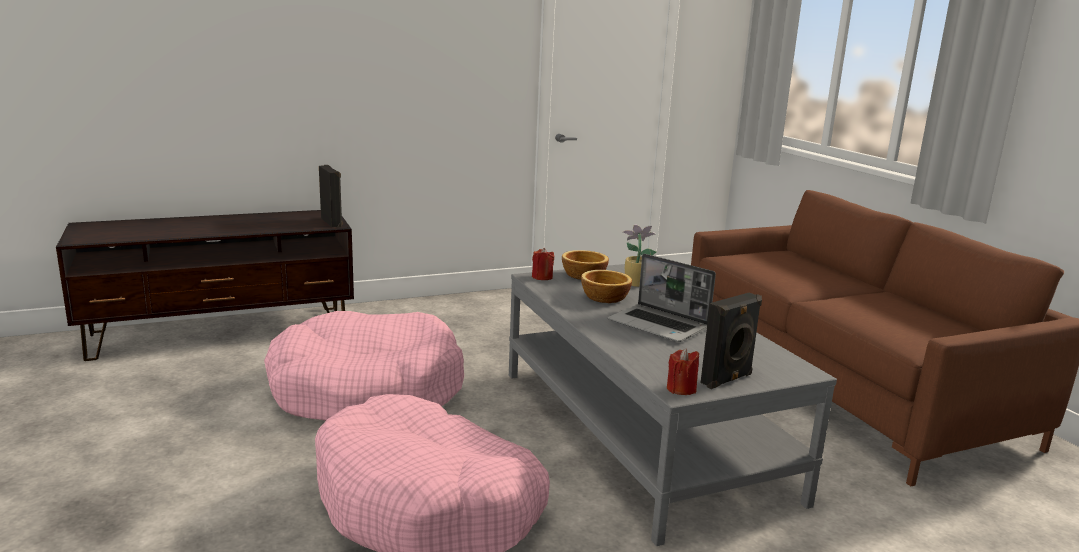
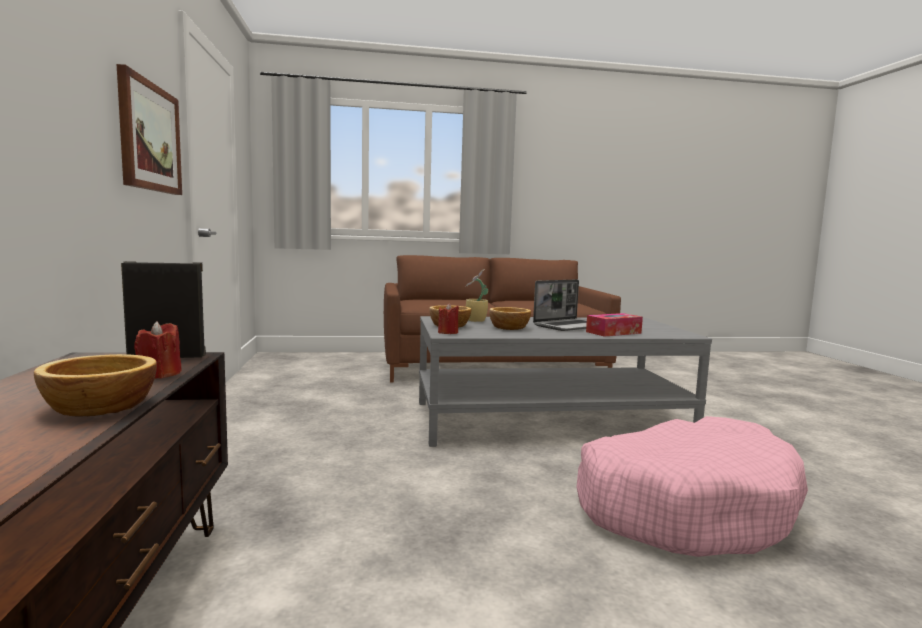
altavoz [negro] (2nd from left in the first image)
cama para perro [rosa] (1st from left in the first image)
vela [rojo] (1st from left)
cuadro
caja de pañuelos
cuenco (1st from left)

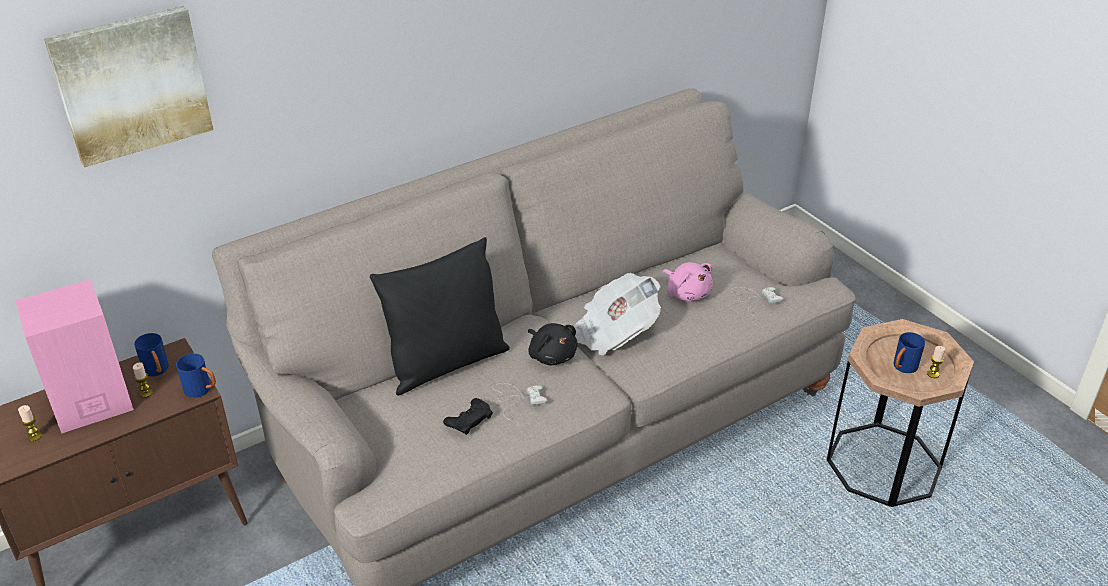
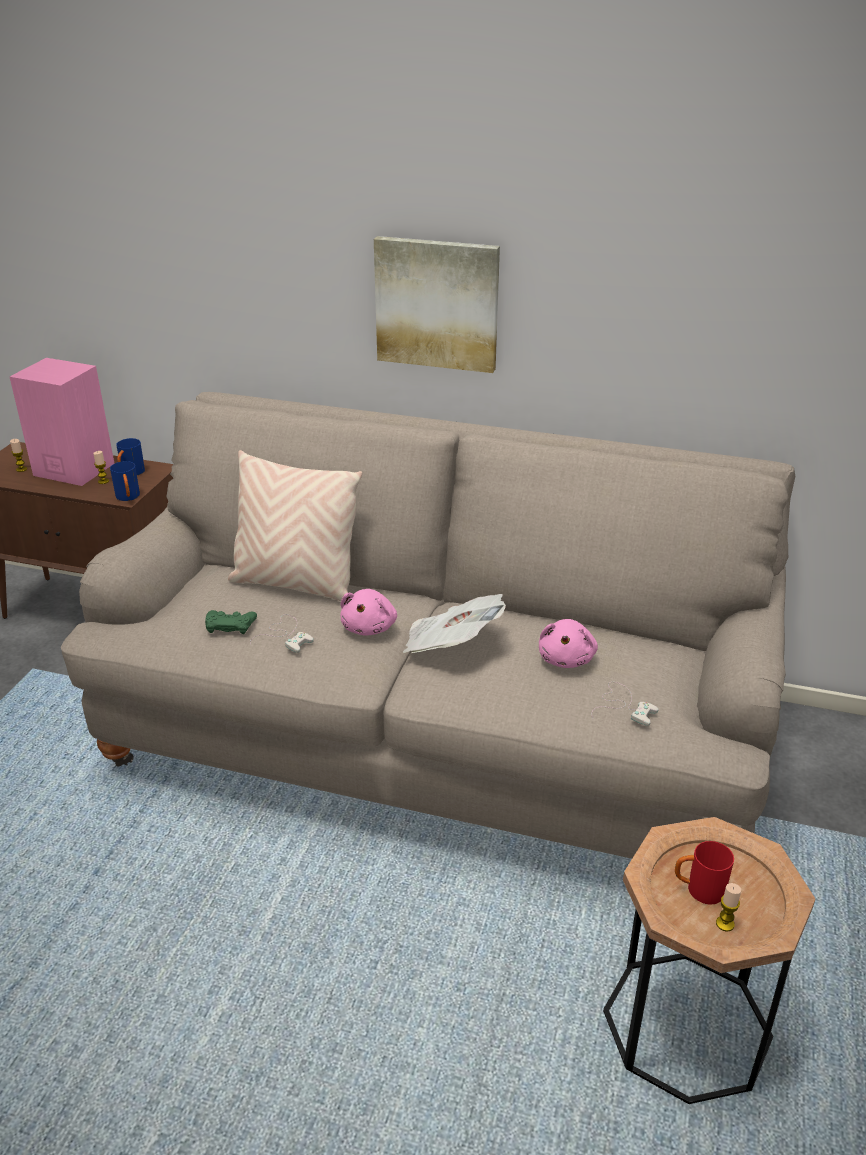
cuadro
cojín [beis]
peluche [rosa] (1st from left)
taza grande [rojo]
mando de consola [verde]

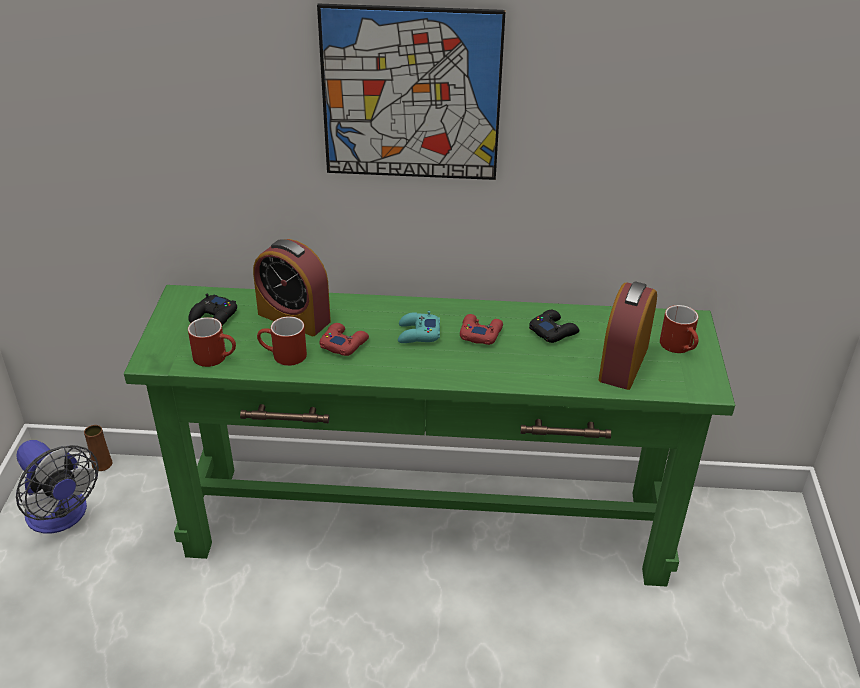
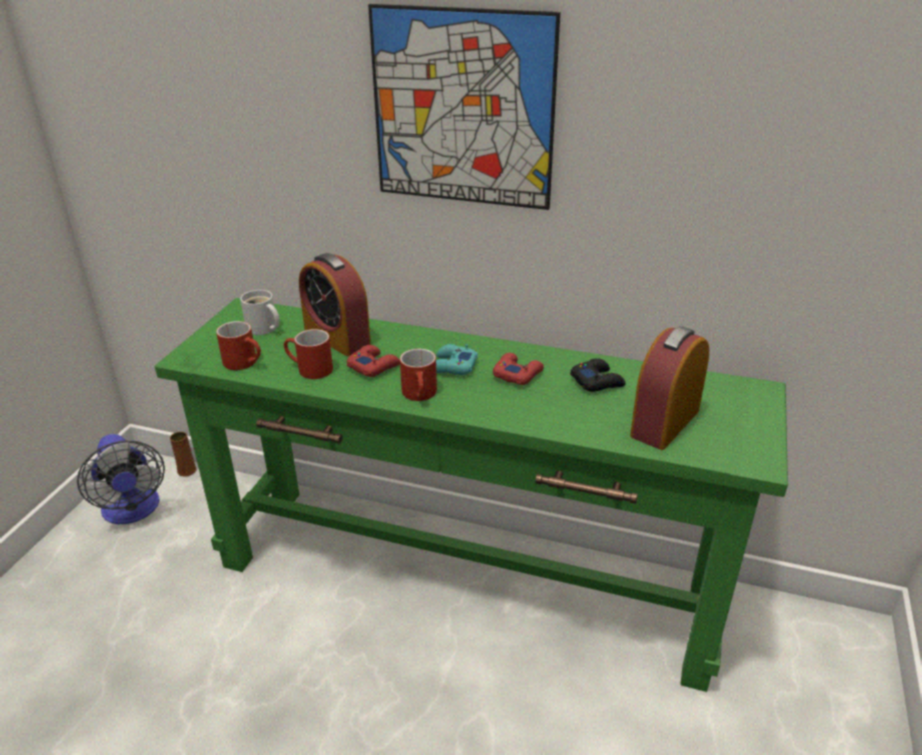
taza grande [blanco]
taza grande [rojo] (3rd from left)

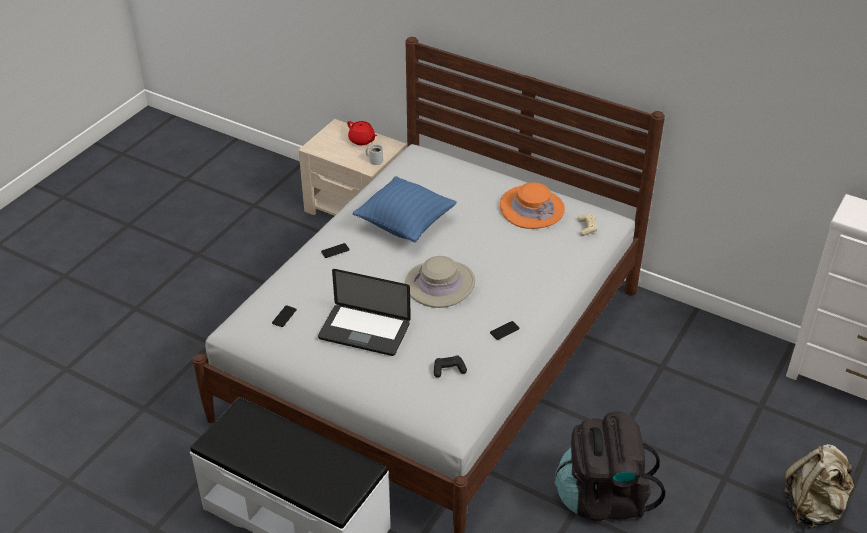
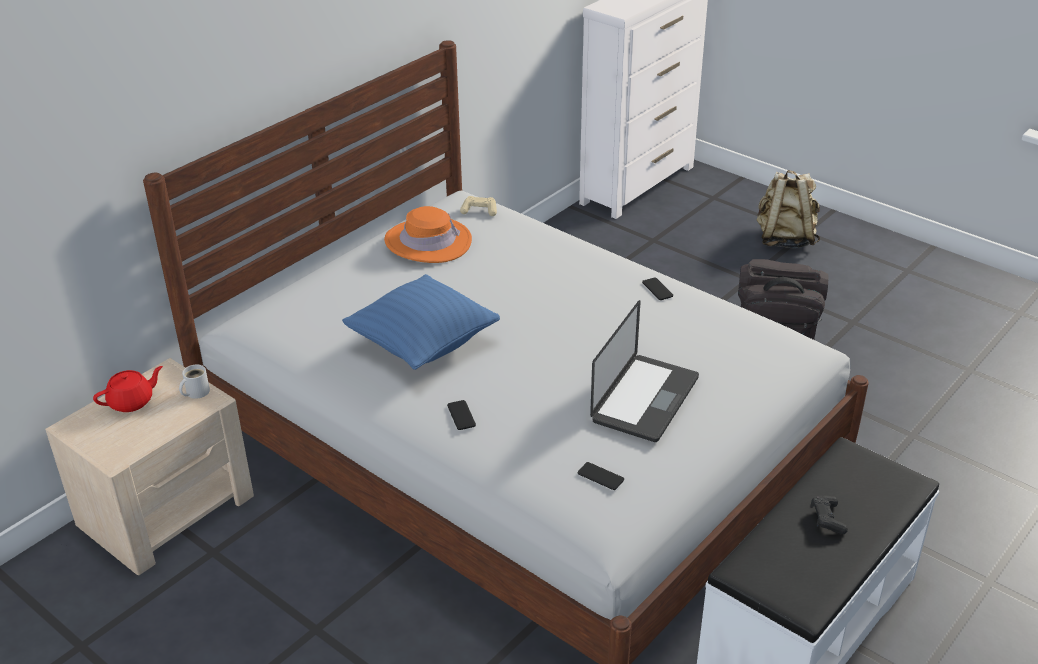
sombrero [beis]
mando de consola [negro]

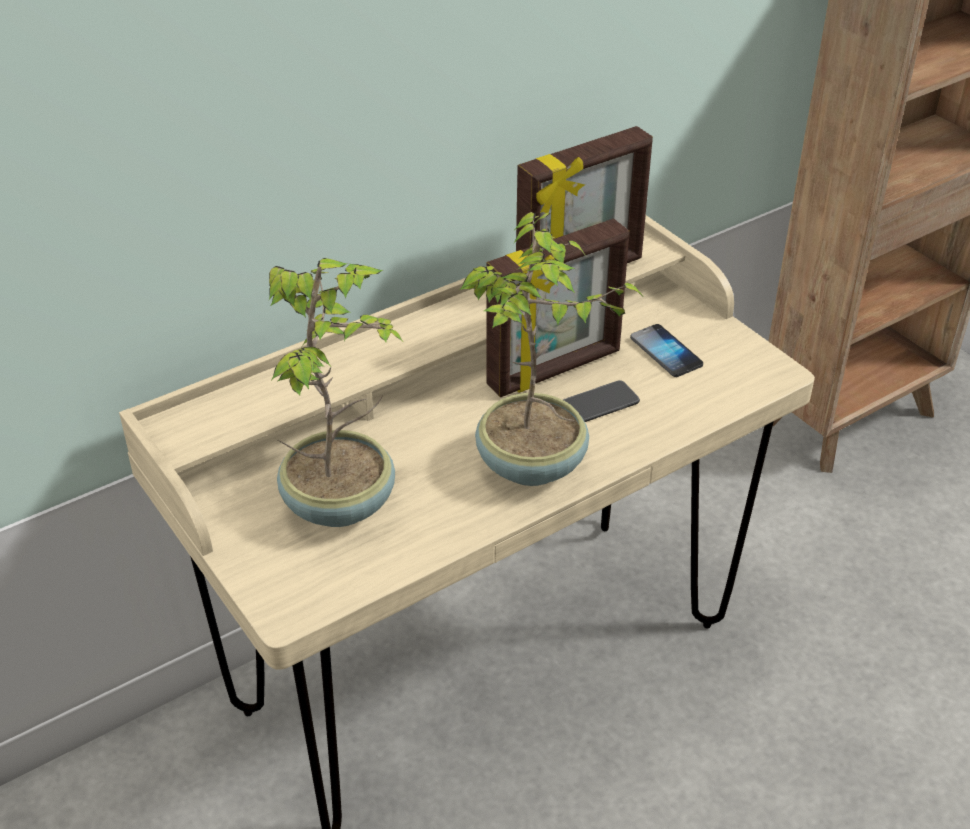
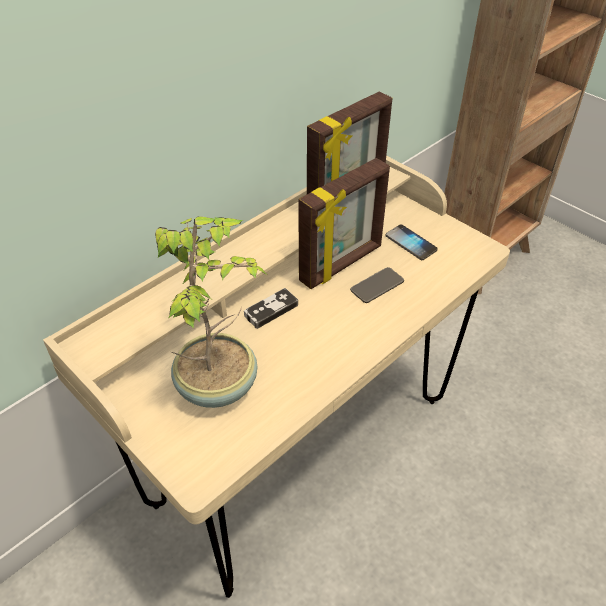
planta en maceta (2nd from left in the first image)
mando de consola

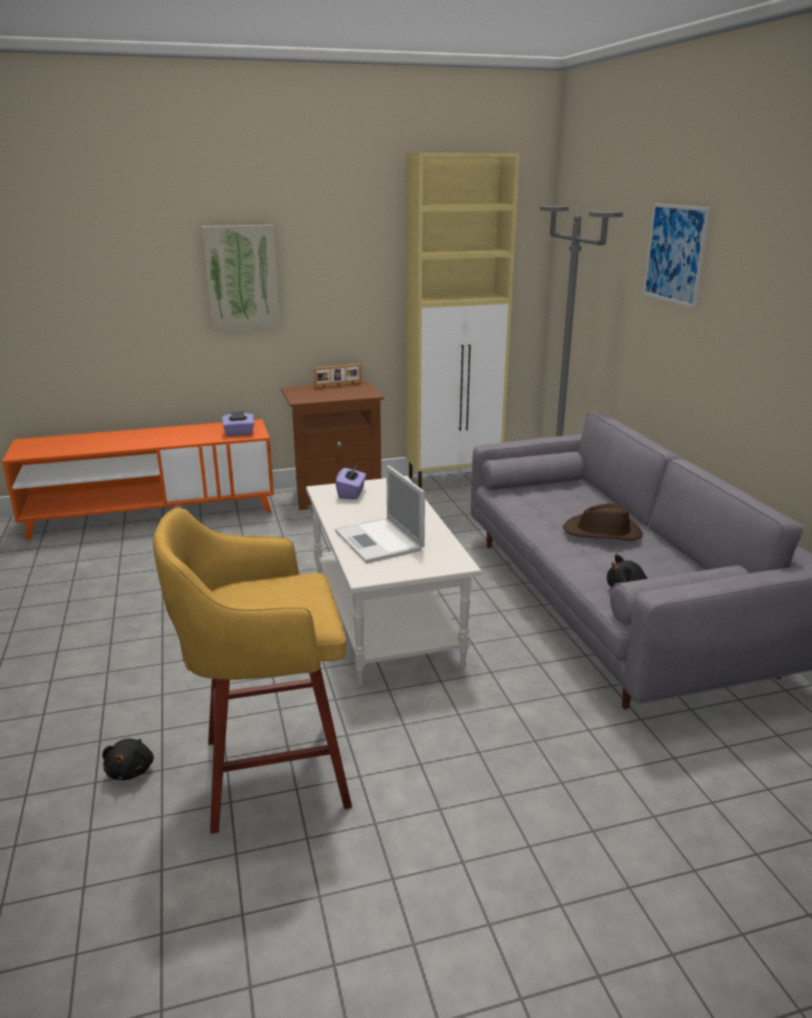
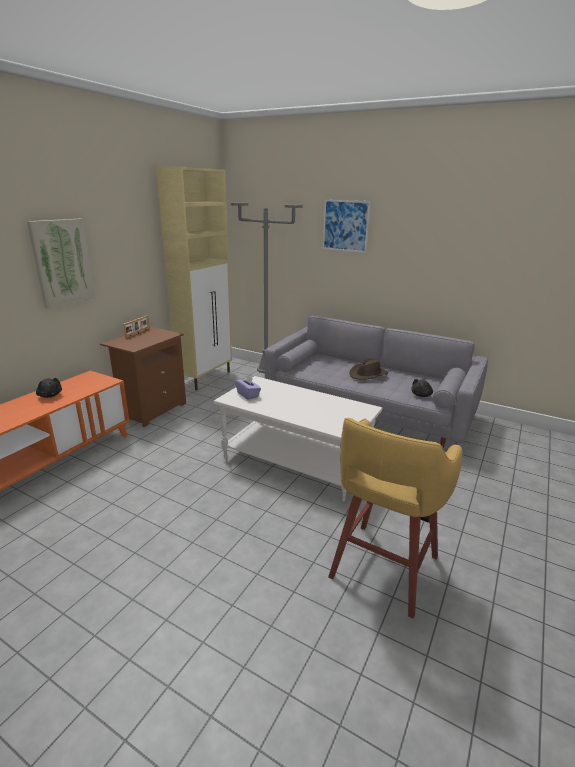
caja de pañuelos [morado] (1st from left in the first image)
portátil
peluche [negro] (1st from left)

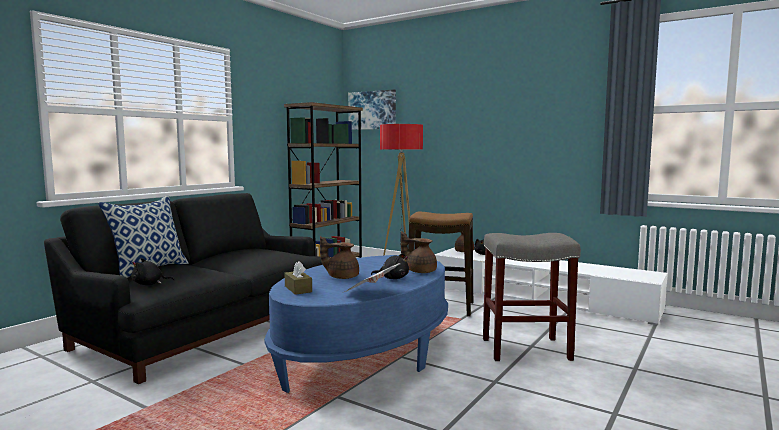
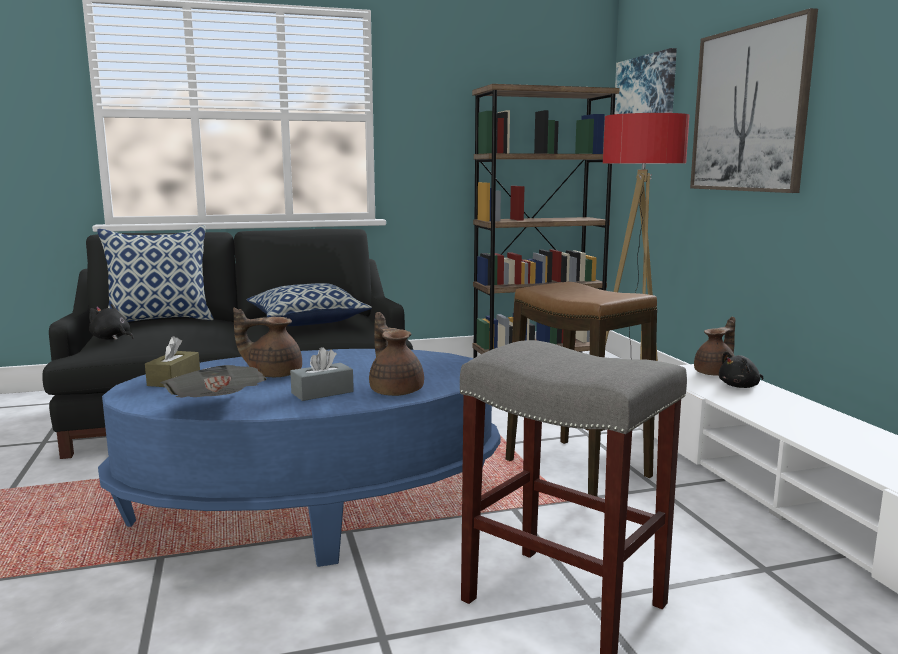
tetera [marrón] (1st from left)
caja de pañuelos [gris]
cuadro (2nd from left)
cojín (2nd from left)

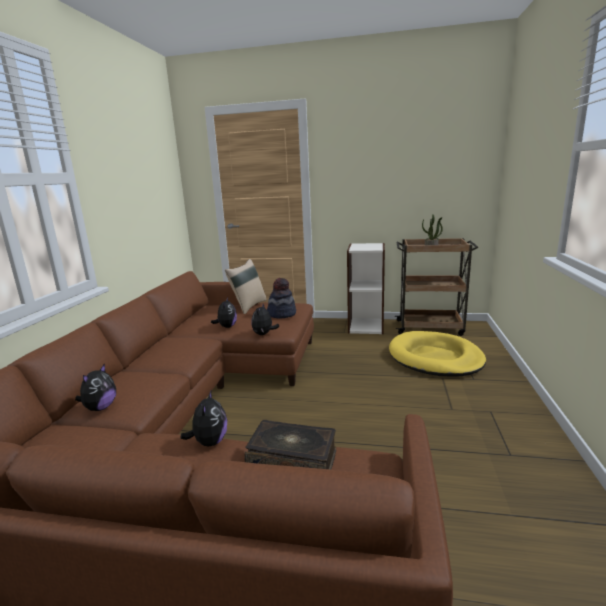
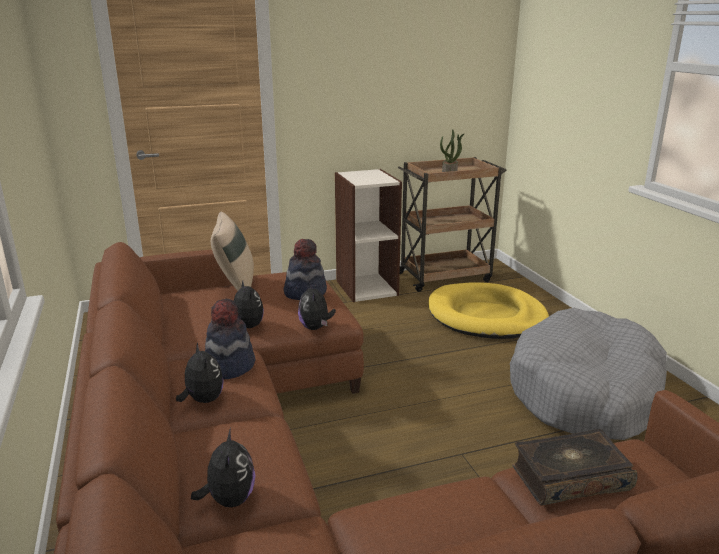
peluche (1st from left)
sombrero (1st from left)
cama para perro [gris]

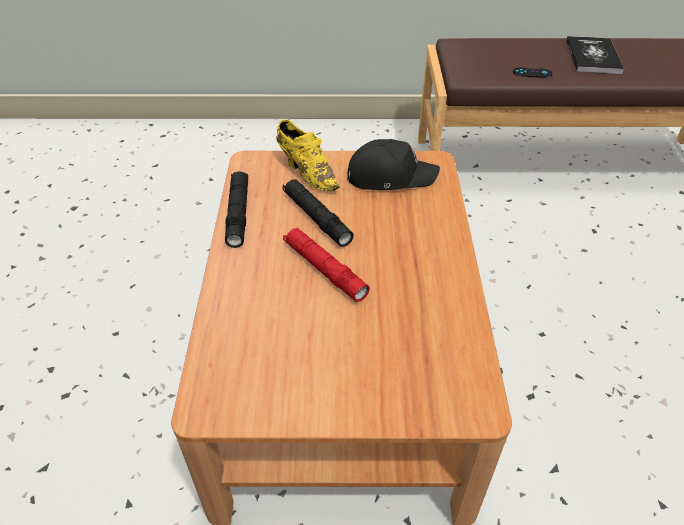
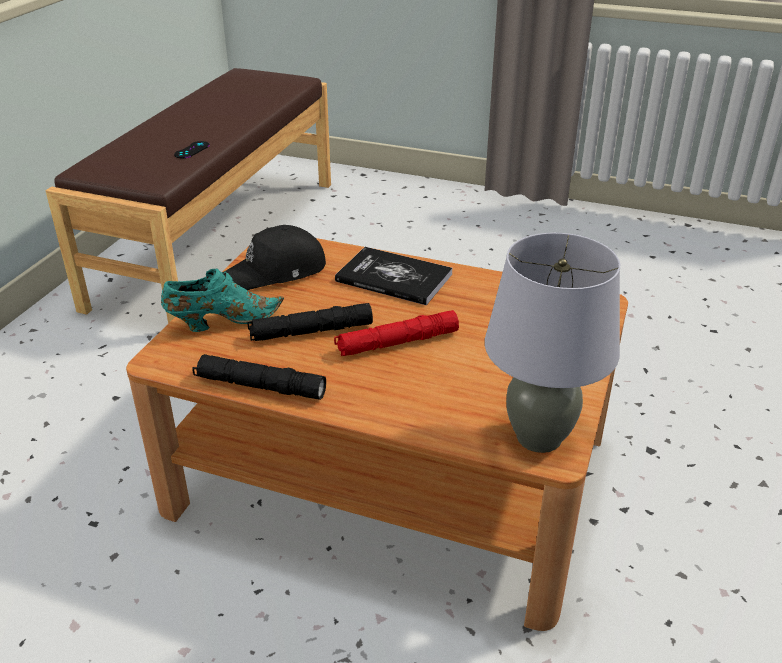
libro
zapato [turquesa]
gorra [negro]
lámpara de mesa [gris]

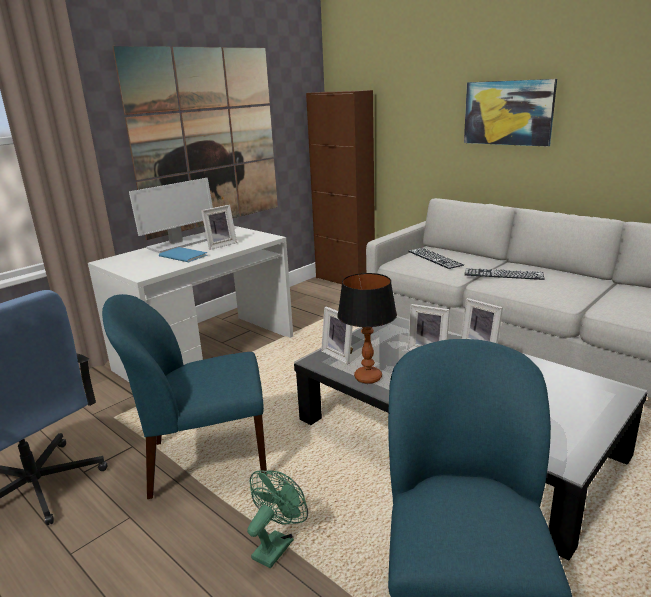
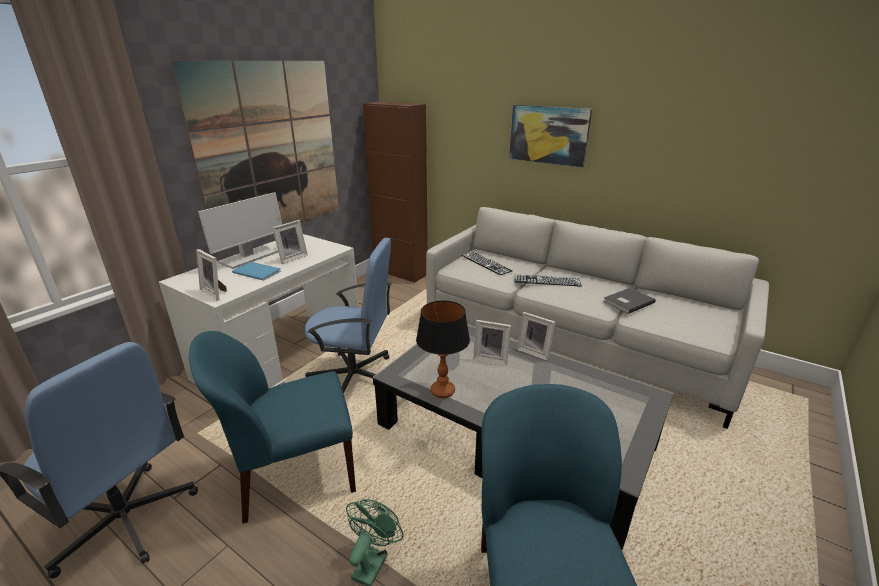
portarretratos (1st from left)
silla de oficina [azul] (2nd from left)
libro [gris]

